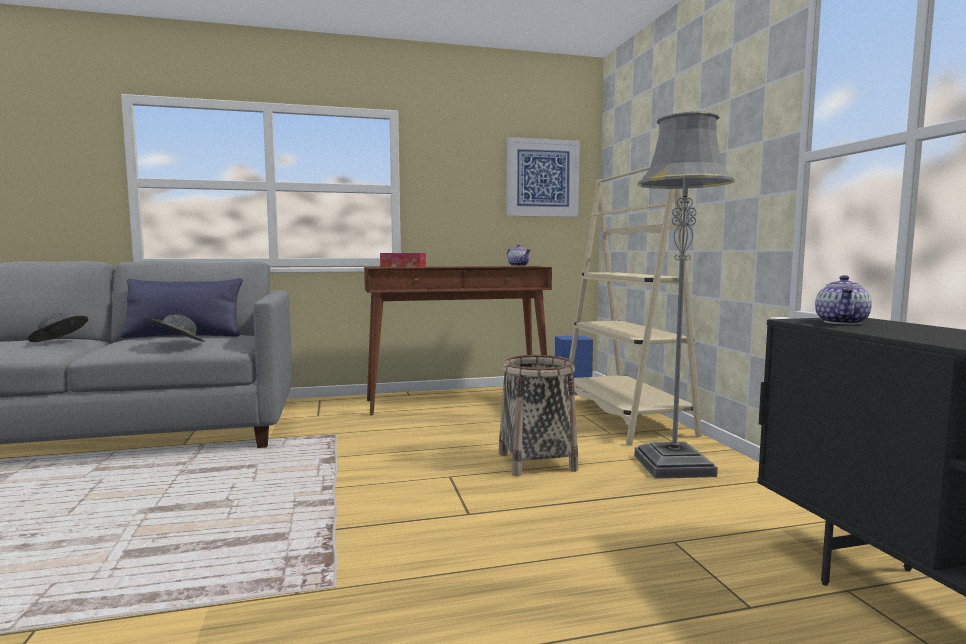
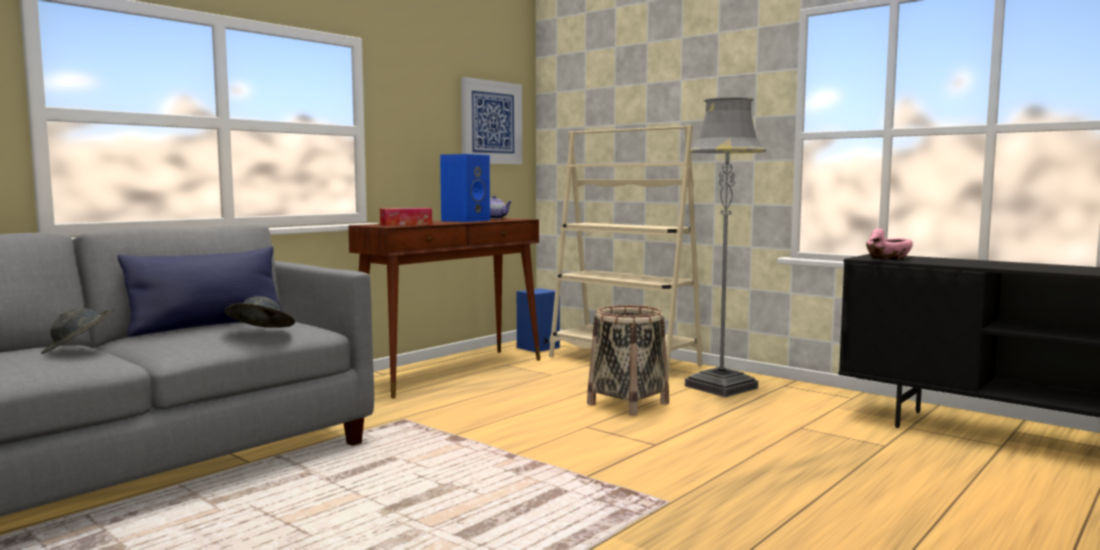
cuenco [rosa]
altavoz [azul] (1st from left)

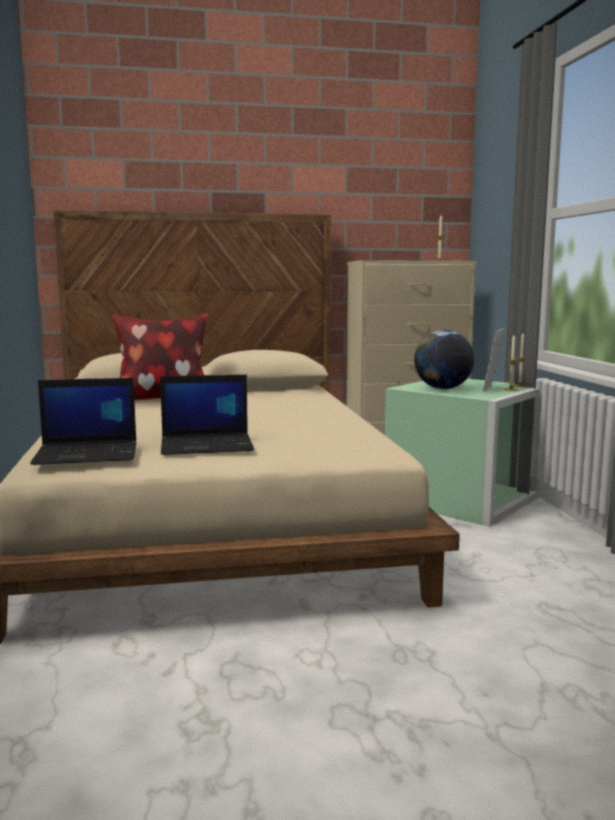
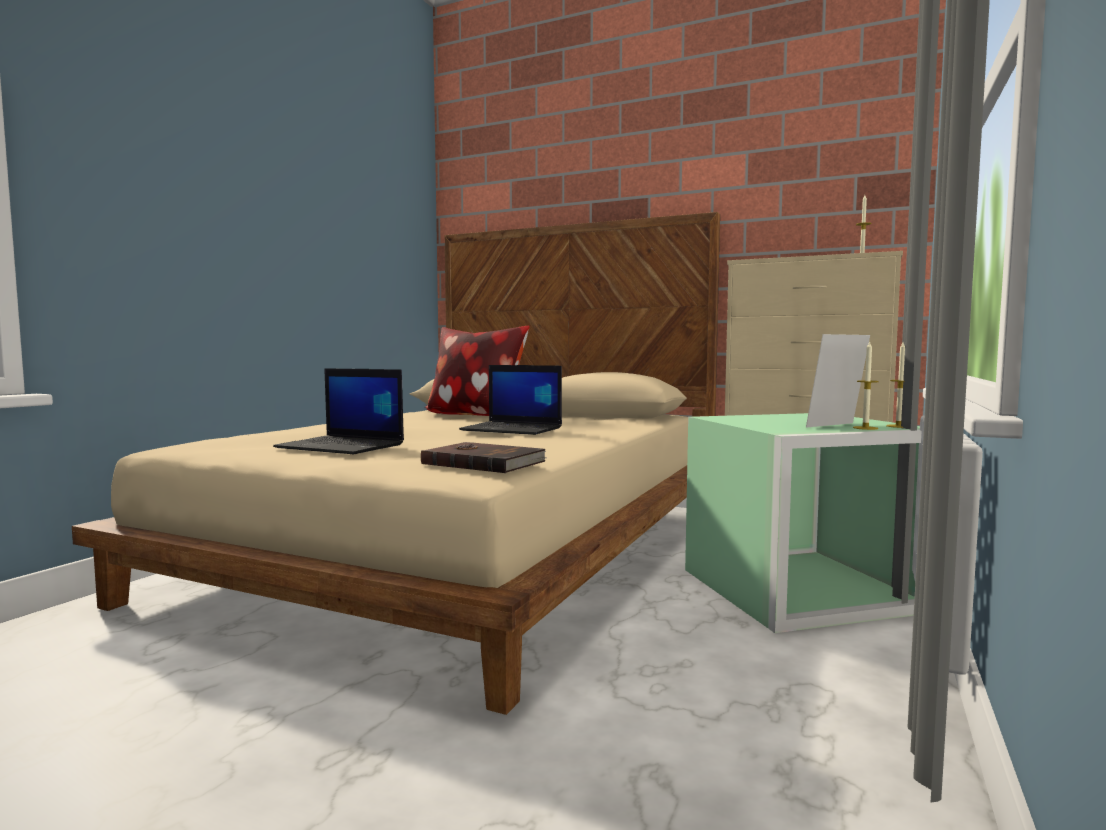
globo terráqueo
portátil (2nd from left)
libro [marrón]

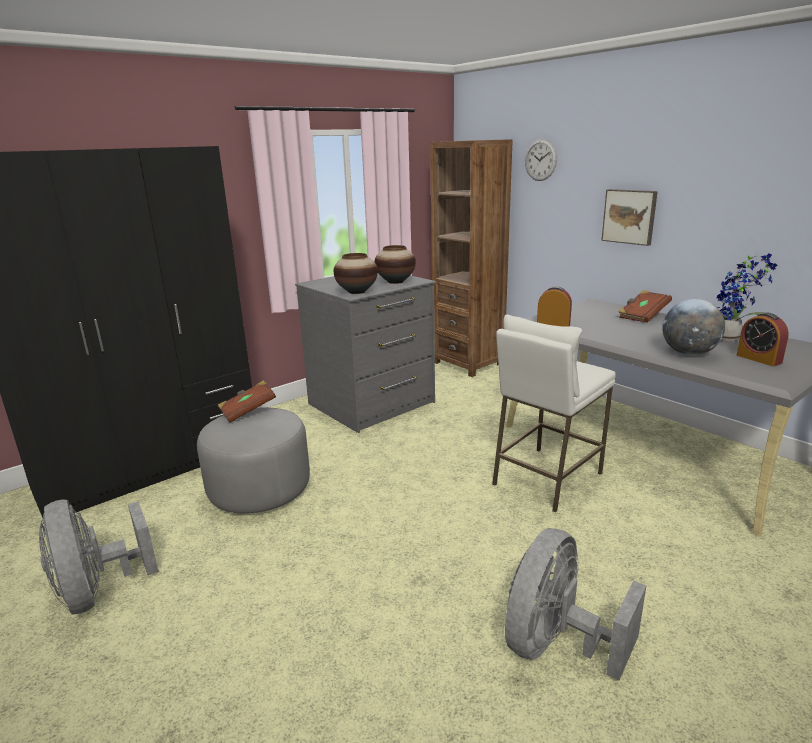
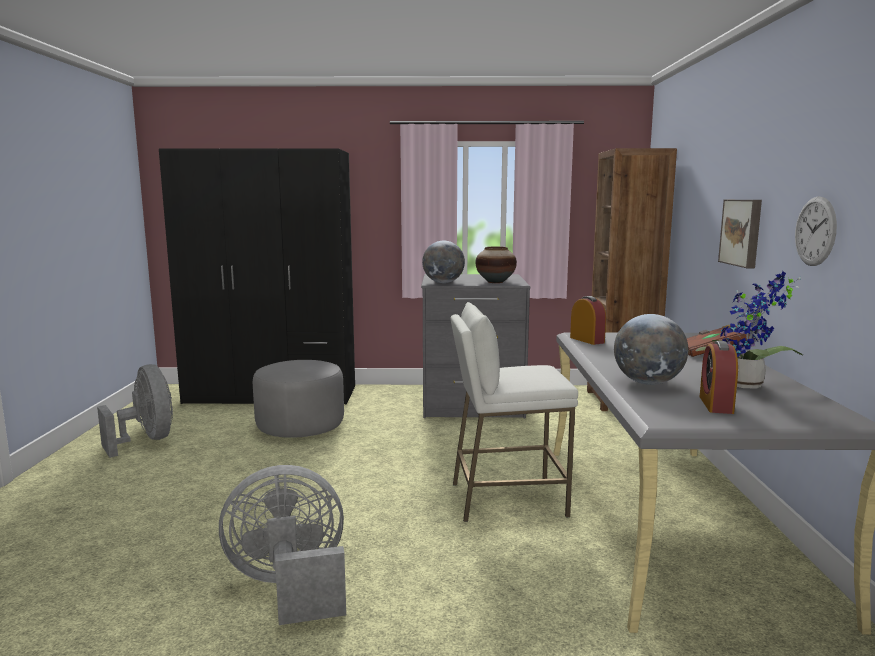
reloj de pared
globo terráqueo (1st from left)
libro [marrón] (1st from left in the first image)
ventilador [gris] (1st from left)

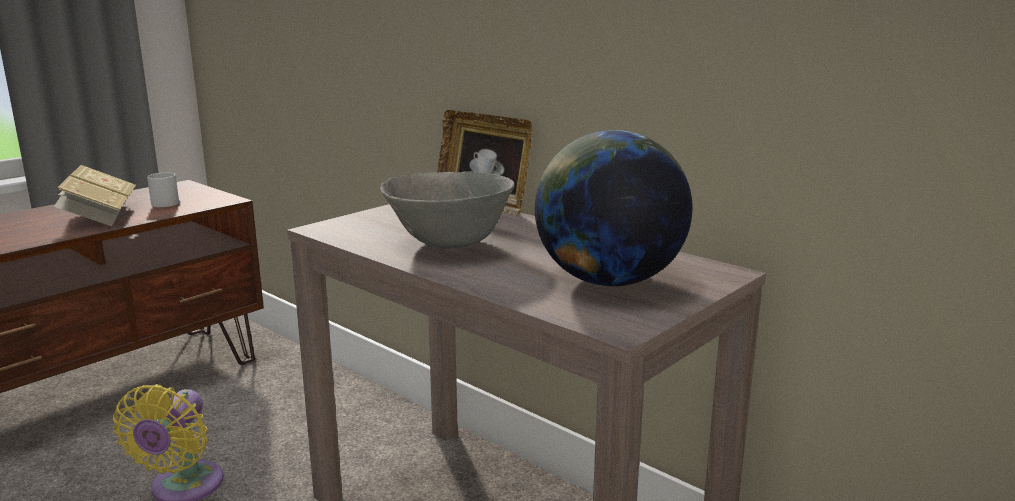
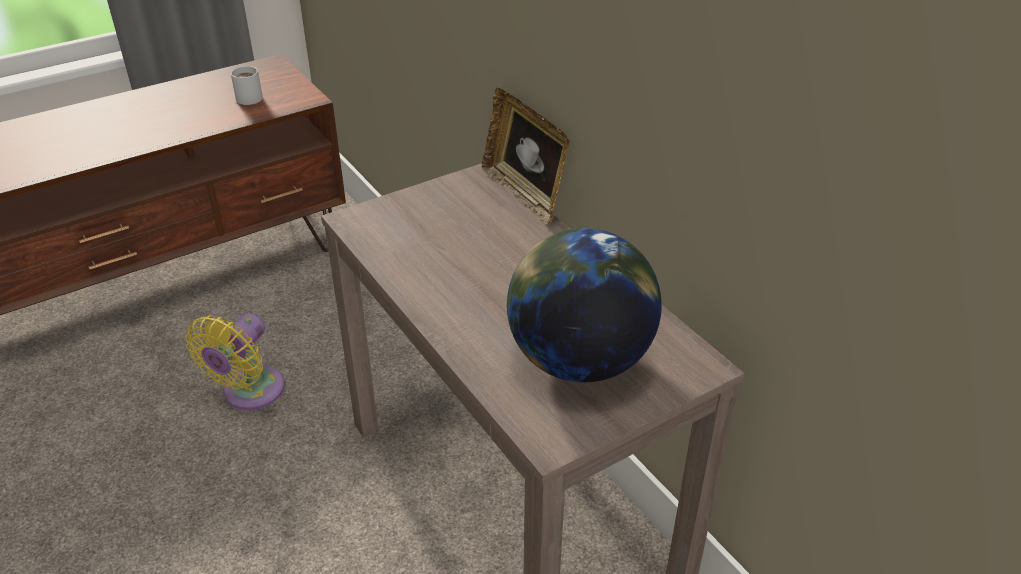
libro
cuenco [gris]

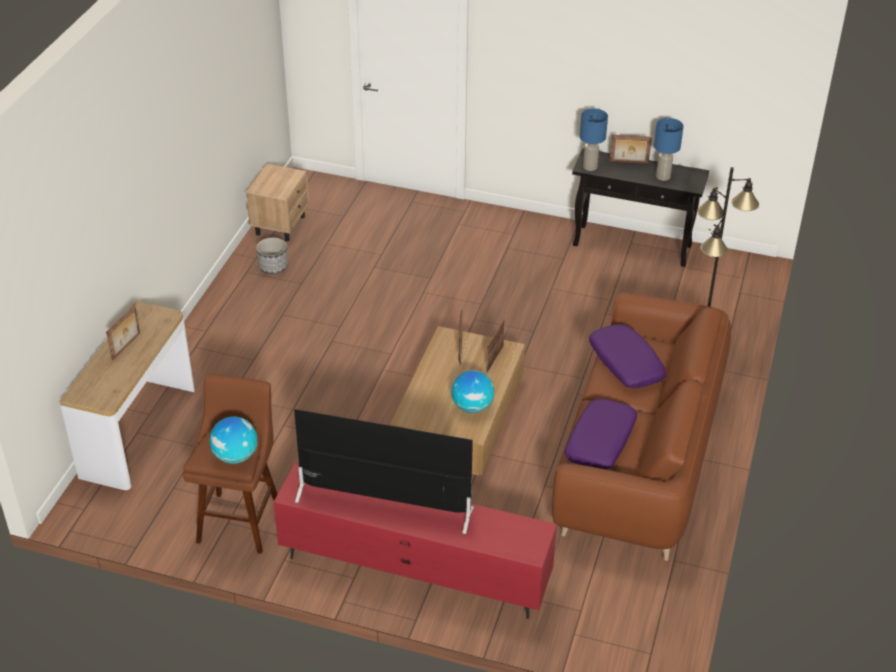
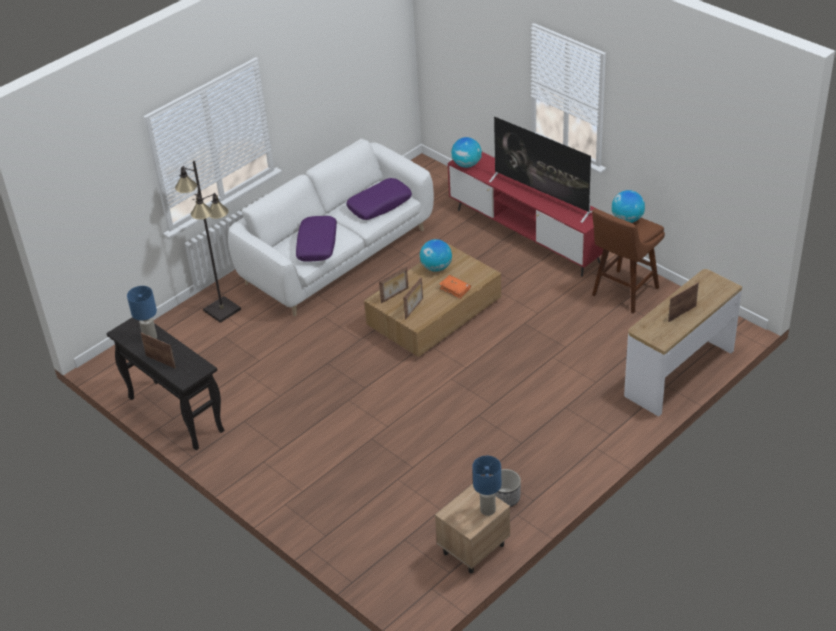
lámpara de mesa [azul] (2nd from left)
sofá [blanco]
globo terráqueo (2nd from left)
libro [naranja]

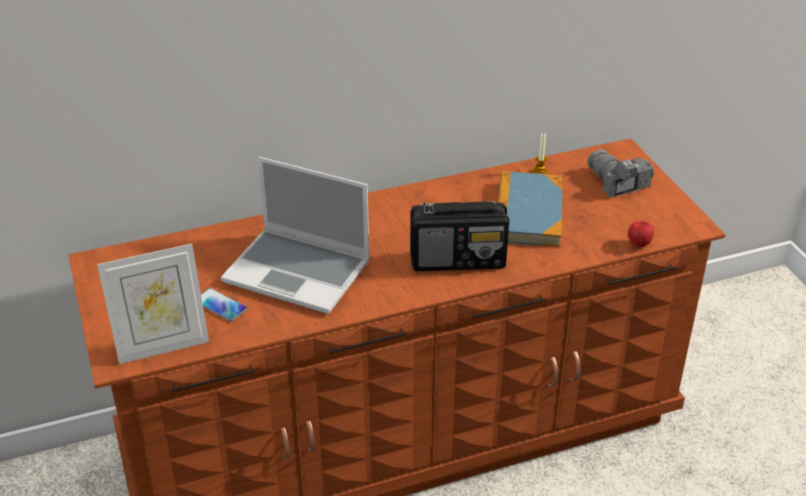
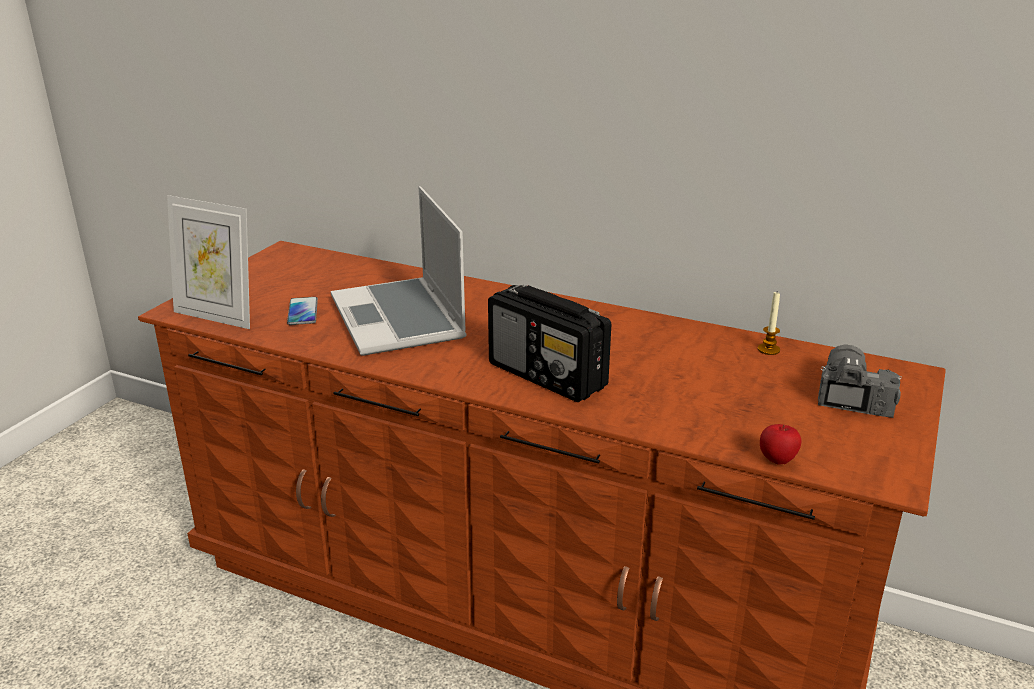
libro

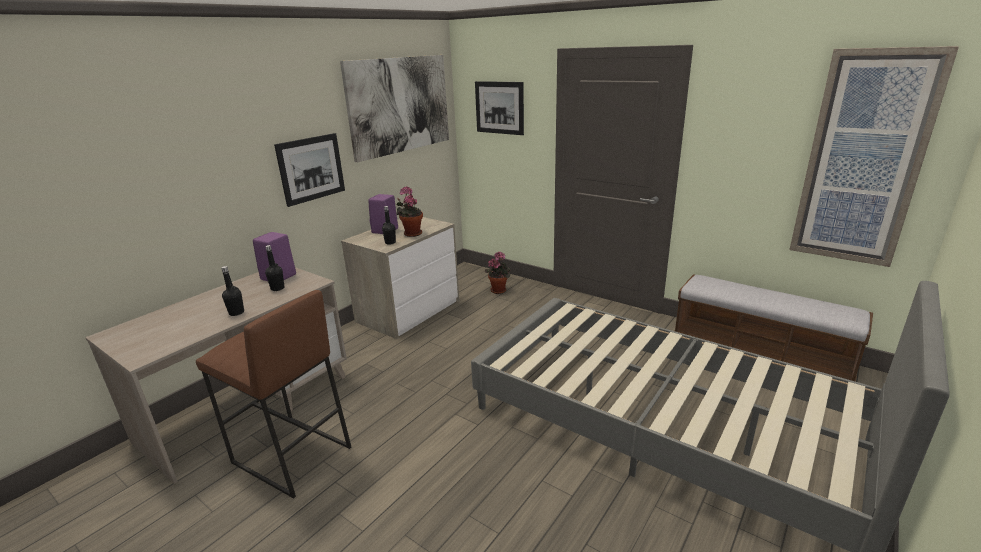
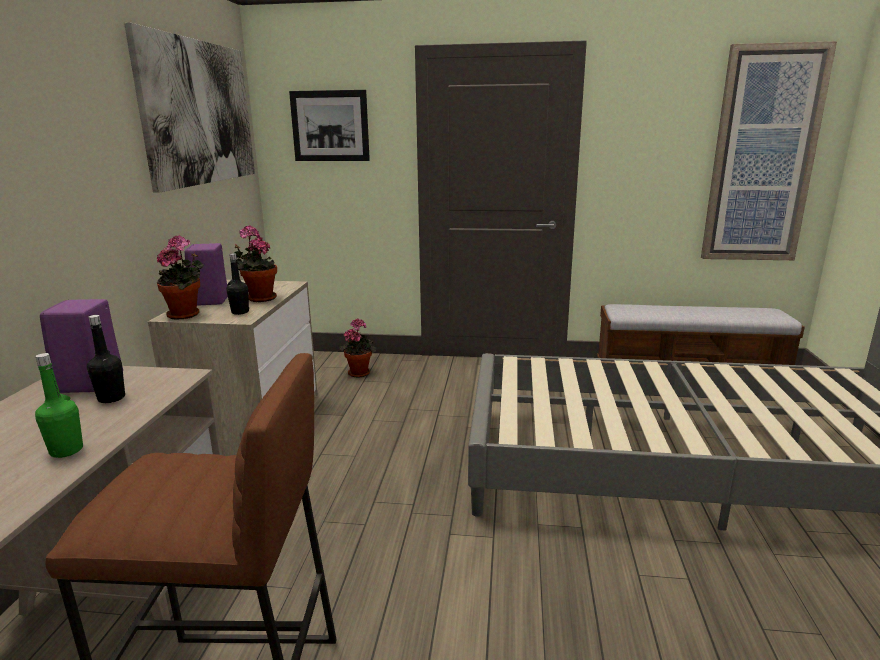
cuadro (1st from left in the first image)
botella [verde]
planta en maceta (1st from left)

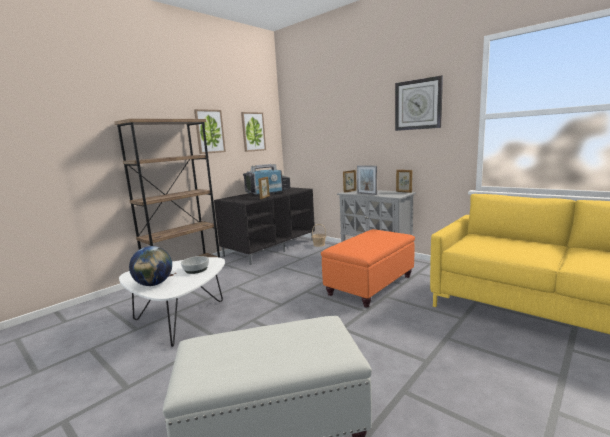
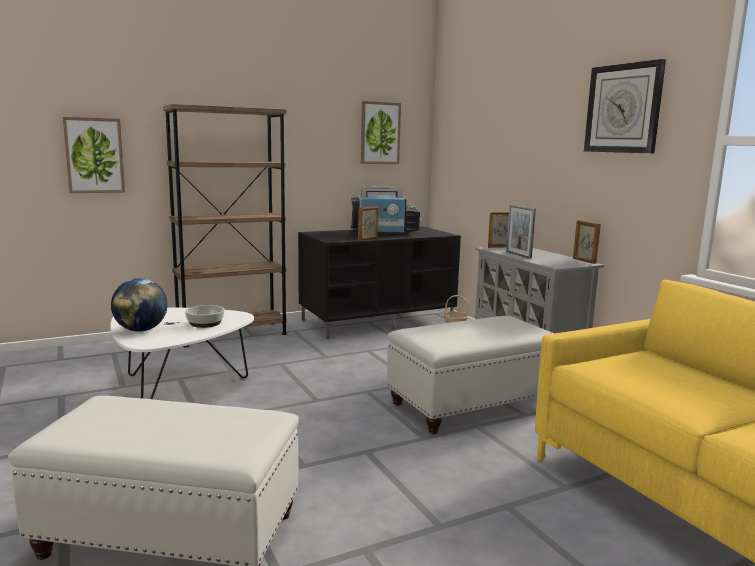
cuadro (1st from left)
puf [blanco] (2nd from left)

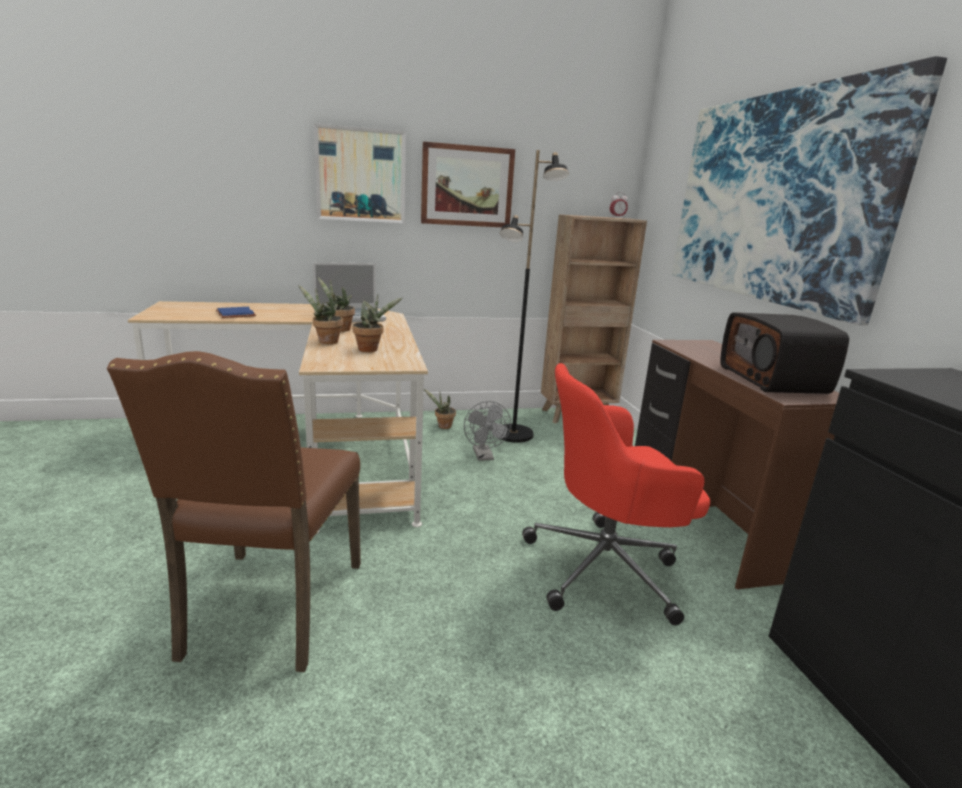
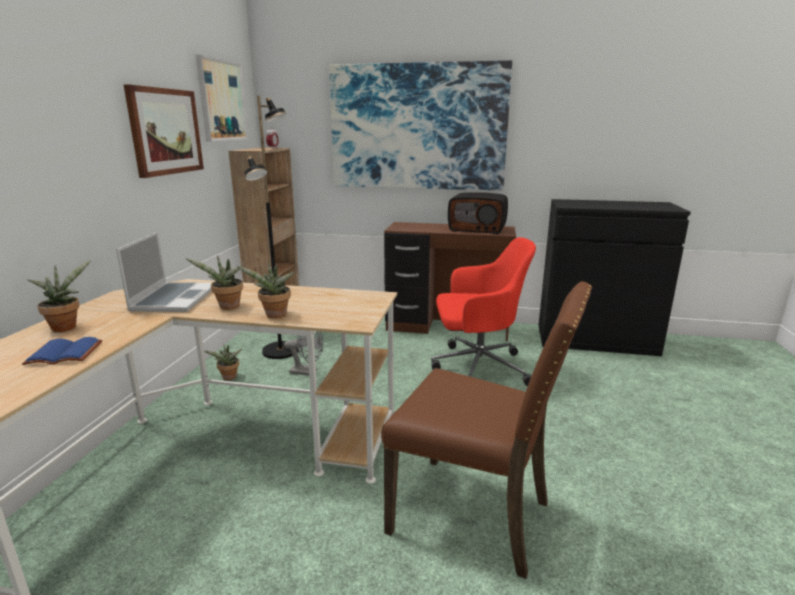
cuadro (2nd from left)
planta en maceta (1st from left)
silla de oficina [rojo]

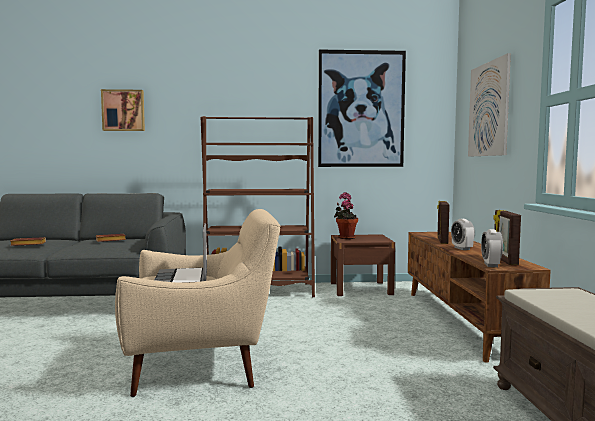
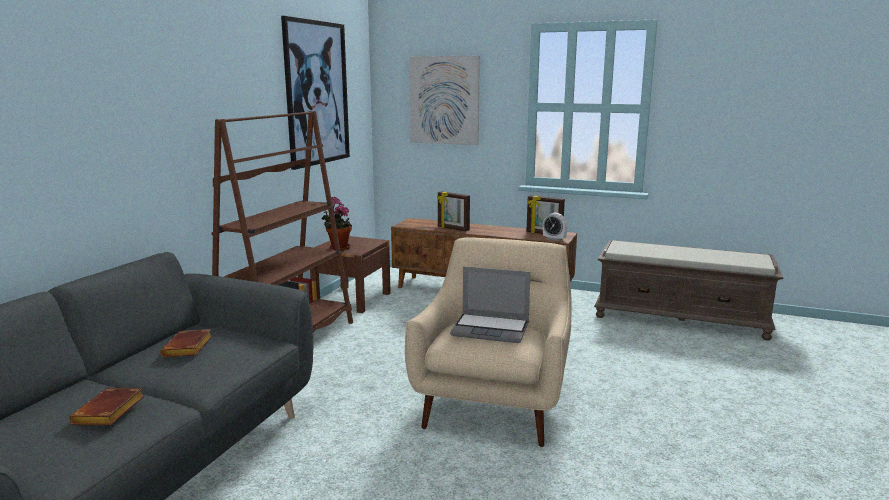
cuadro (1st from left in the first image)
despertador (1st from left in the first image)

